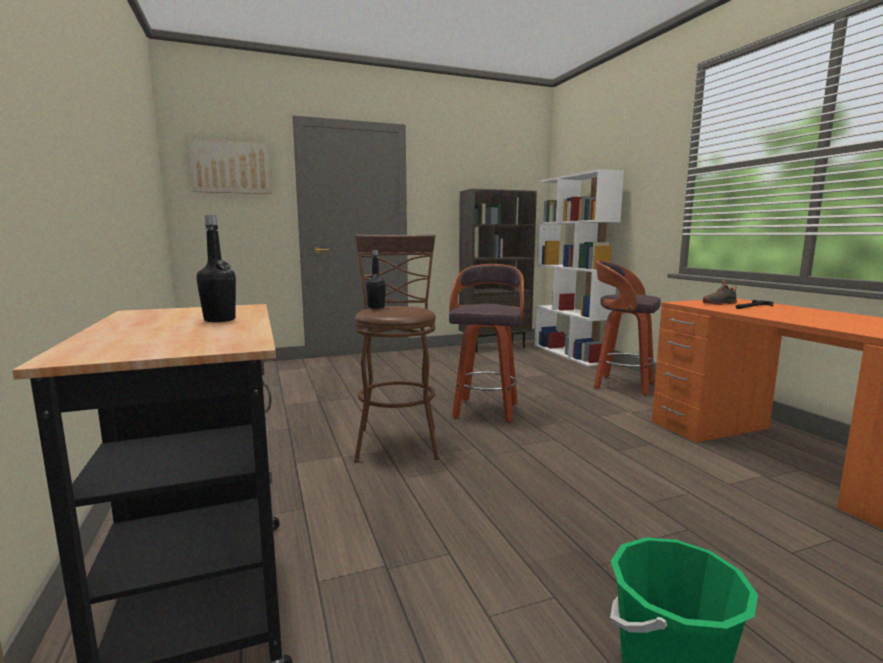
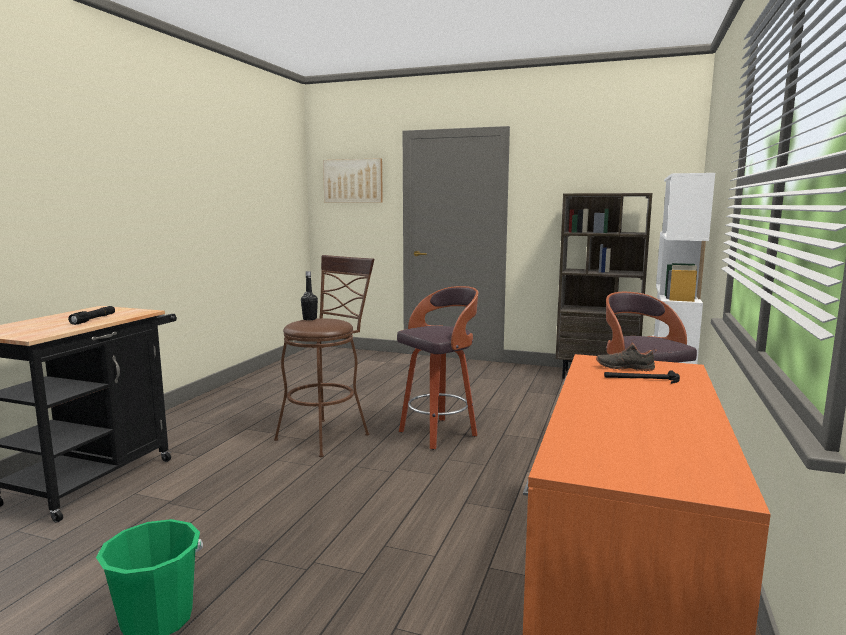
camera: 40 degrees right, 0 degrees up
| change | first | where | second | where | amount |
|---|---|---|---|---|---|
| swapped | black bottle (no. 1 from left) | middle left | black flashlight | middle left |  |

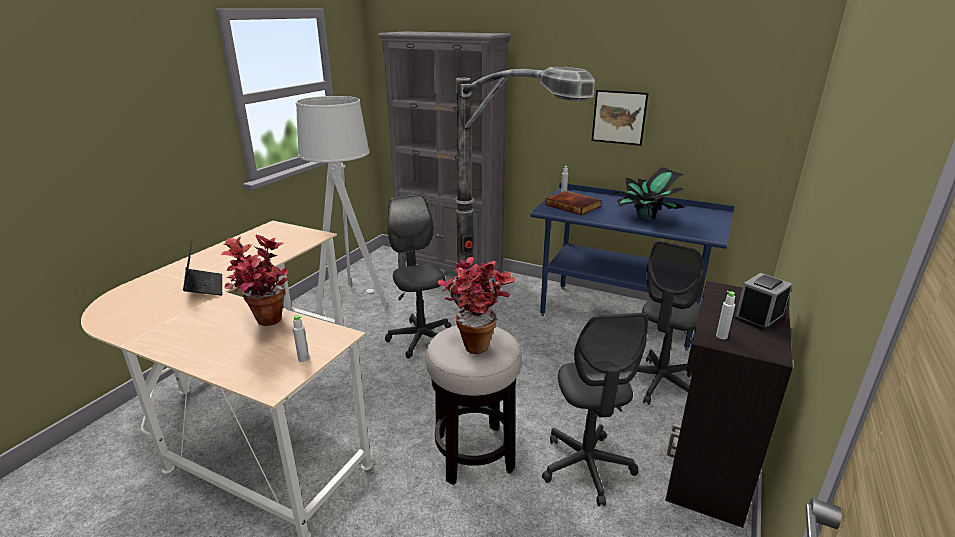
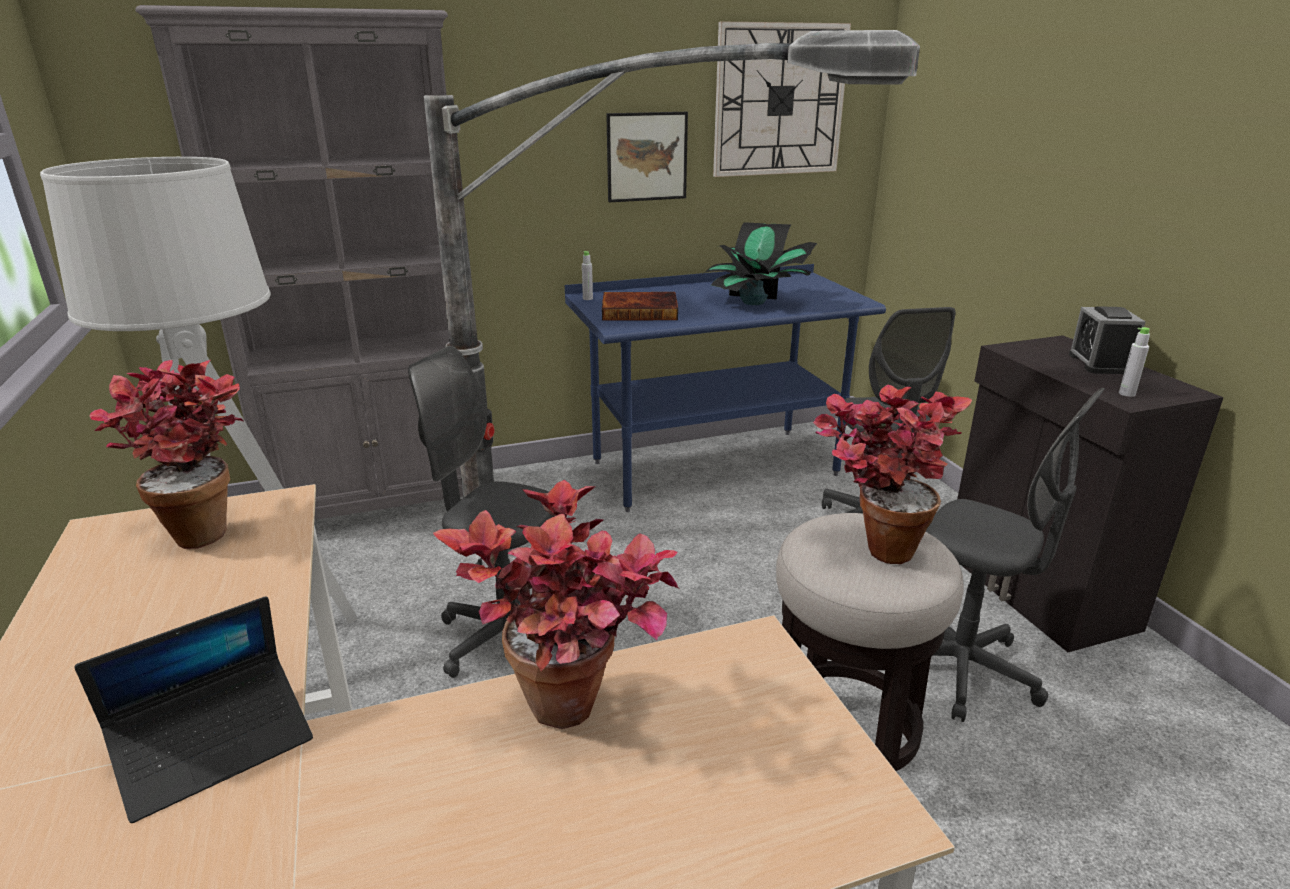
camera: 45 degrees left, 0 degrees up
| change | first | where | second | where | amount |
|---|---|---|---|---|---|
| gone | grey bottle (no. 1 from left) | middle left |  |  |  |
| new |  |  | potted plant (no. 1 from left) | middle left |  |
| new |  |  | wall clock | top centre |  |
| rotated | laptop | middle left |  | bottom left | 120 degrees clockwise |

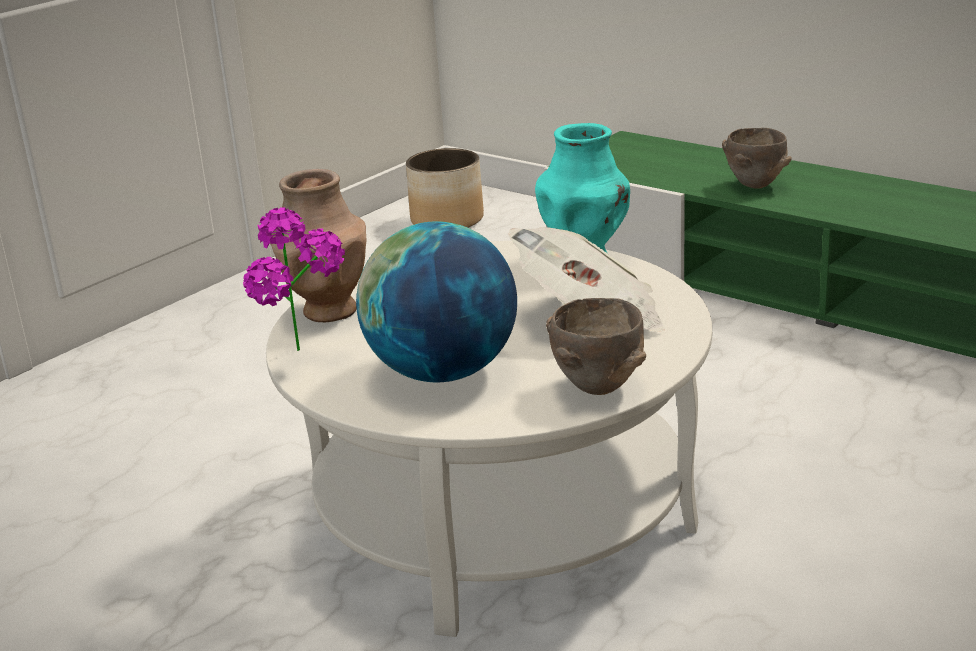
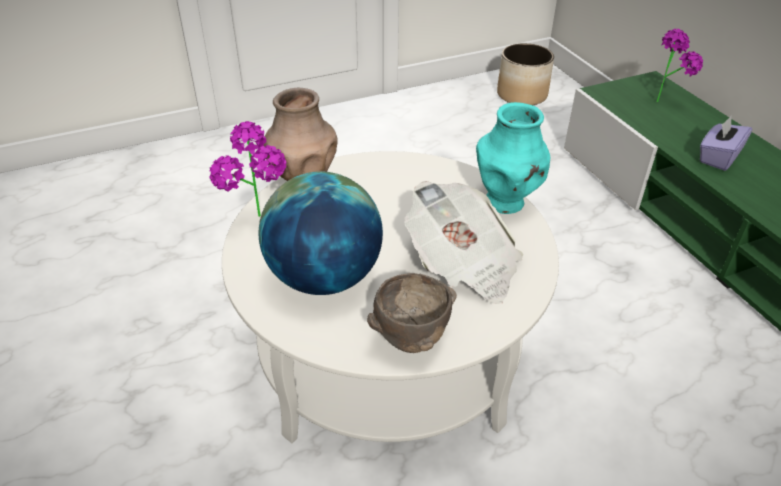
camera: 25 degrees right, 15 degrees up
| change | first | where | second | where | amount |
|---|---|---|---|---|---|
| new |  |  | potted plant (no. 2 from left) | top right |  |
| swapped | brown bowl (no. 2 from left) | top right | purple tissue box | top right |  |

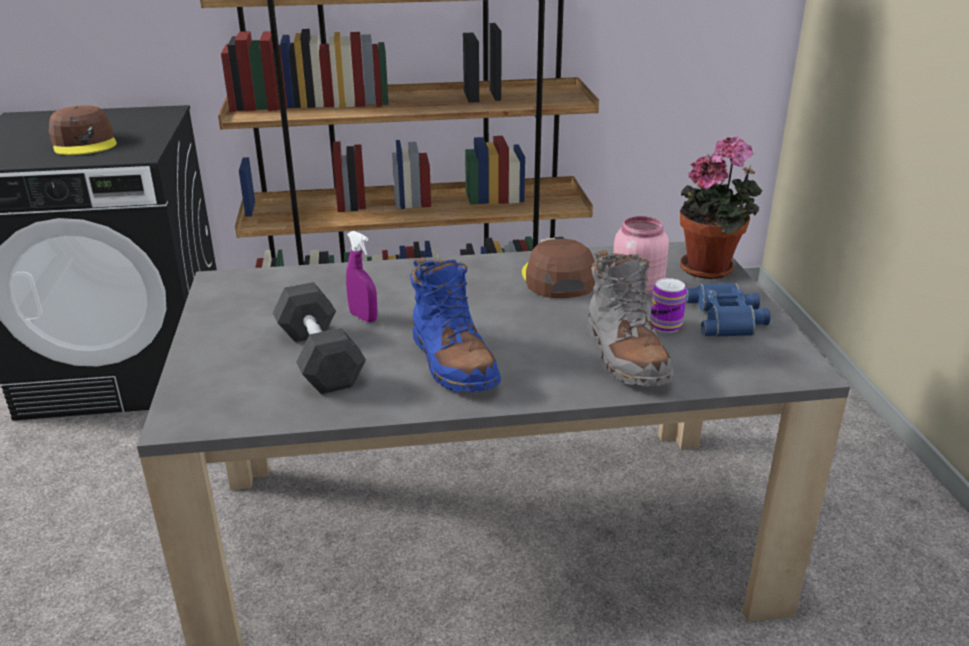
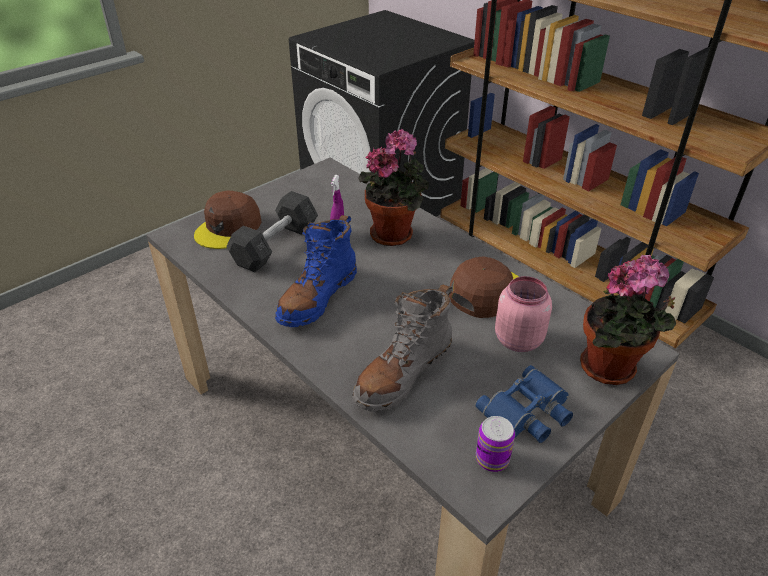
camera: 55 degrees right, 10 degrees up
| change | first | where | second | where | amount |
|---|---|---|---|---|---|
| new |  |  | potted plant (no. 1 from left) | top centre |  |
| shifted | brown cap (no. 1 from left) | top left |  | middle left |  |
| shifted | can | middle right |  | bottom centre |  |

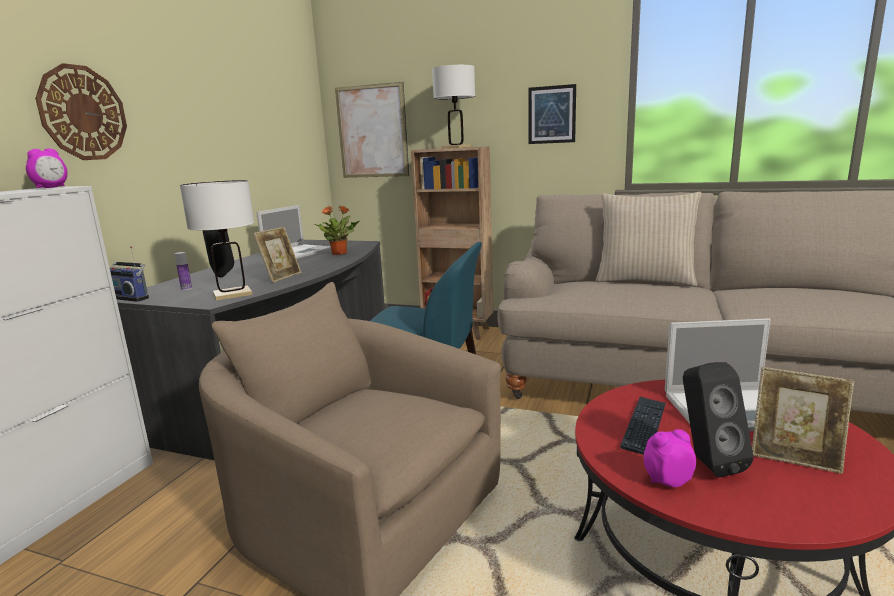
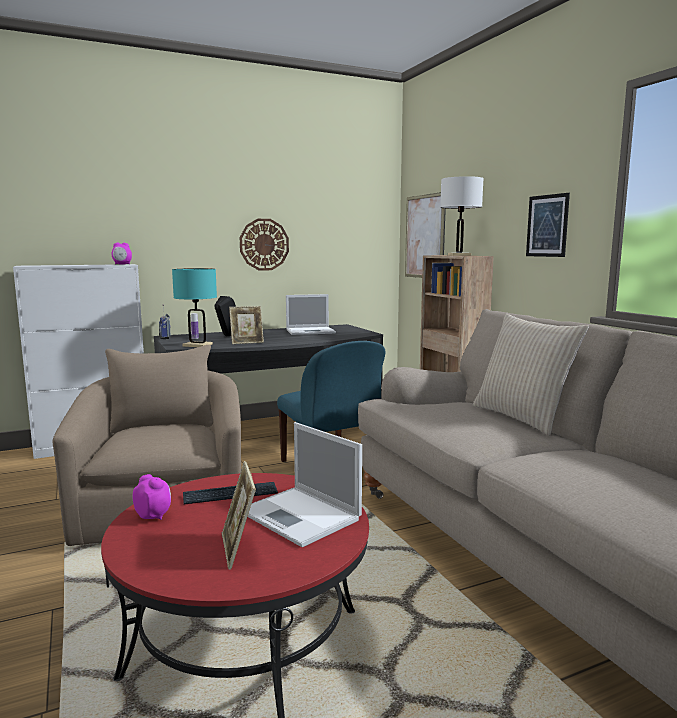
camera: 45 degrees right, 5 degrees down
| change | first | where | second | where | amount |
|---|---|---|---|---|---|
| gone | potted plant | centre |  |  |  |
| gone | black speaker (no. 2 from left) | bottom right |  |  |  |
| shifted | wall clock | top left |  | centre |  |
| repainted | white table lamp (no. 1 from left) | middle left | turquoise table lamp | middle left |  |

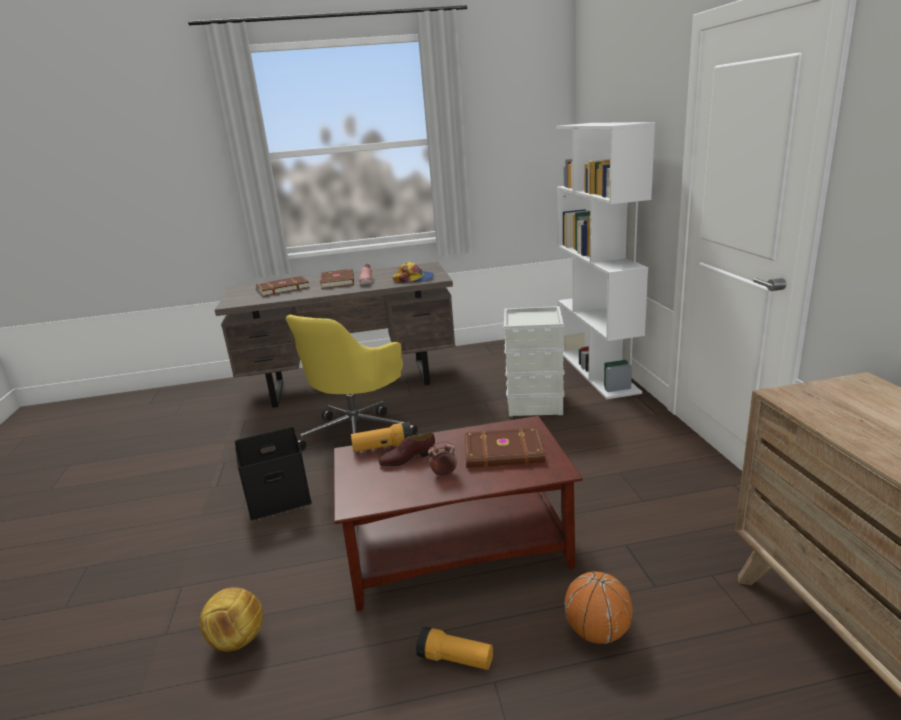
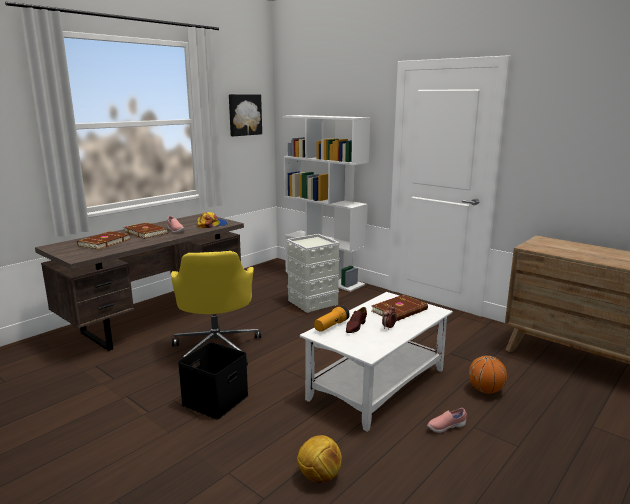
camera: 40 degrees left, 5 degrees down
| change | first | where | second | where | amount |
|---|---|---|---|---|---|
| new |  |  | picture | top centre |  |
| swapped | flashlight (no. 2 from left) | bottom centre | pink shoe (no. 2 from left) | bottom right |  |
| repainted | brown coffee table | bottom centre | white coffee table | bottom centre |  |

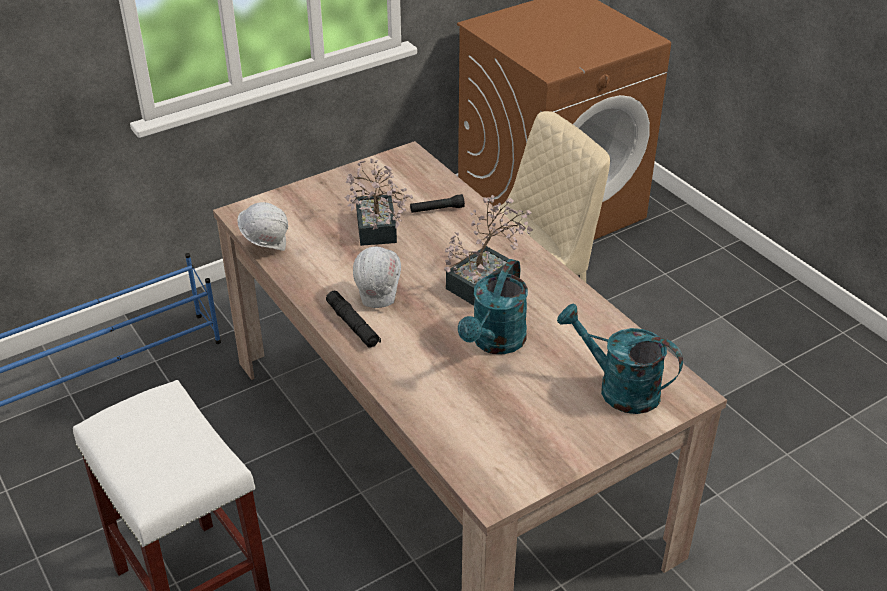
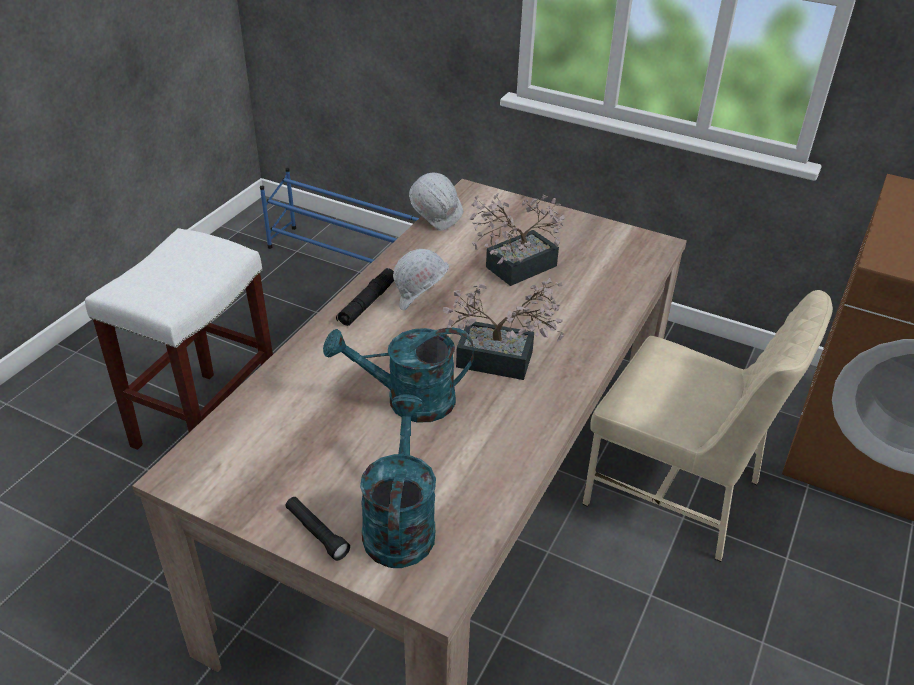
camera: 60 degrees right, 0 degrees up
| change | first | where | second | where | amount |
|---|---|---|---|---|---|
| shifted | black flashlight (no. 2 from left in the first image) | centre | black flashlight (no. 1 from left) | bottom centre |  |

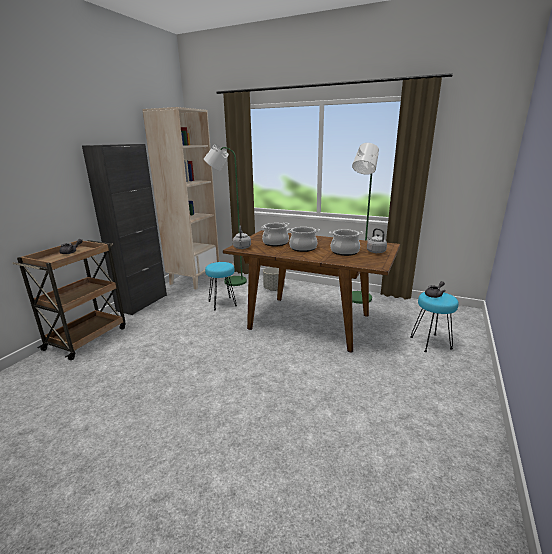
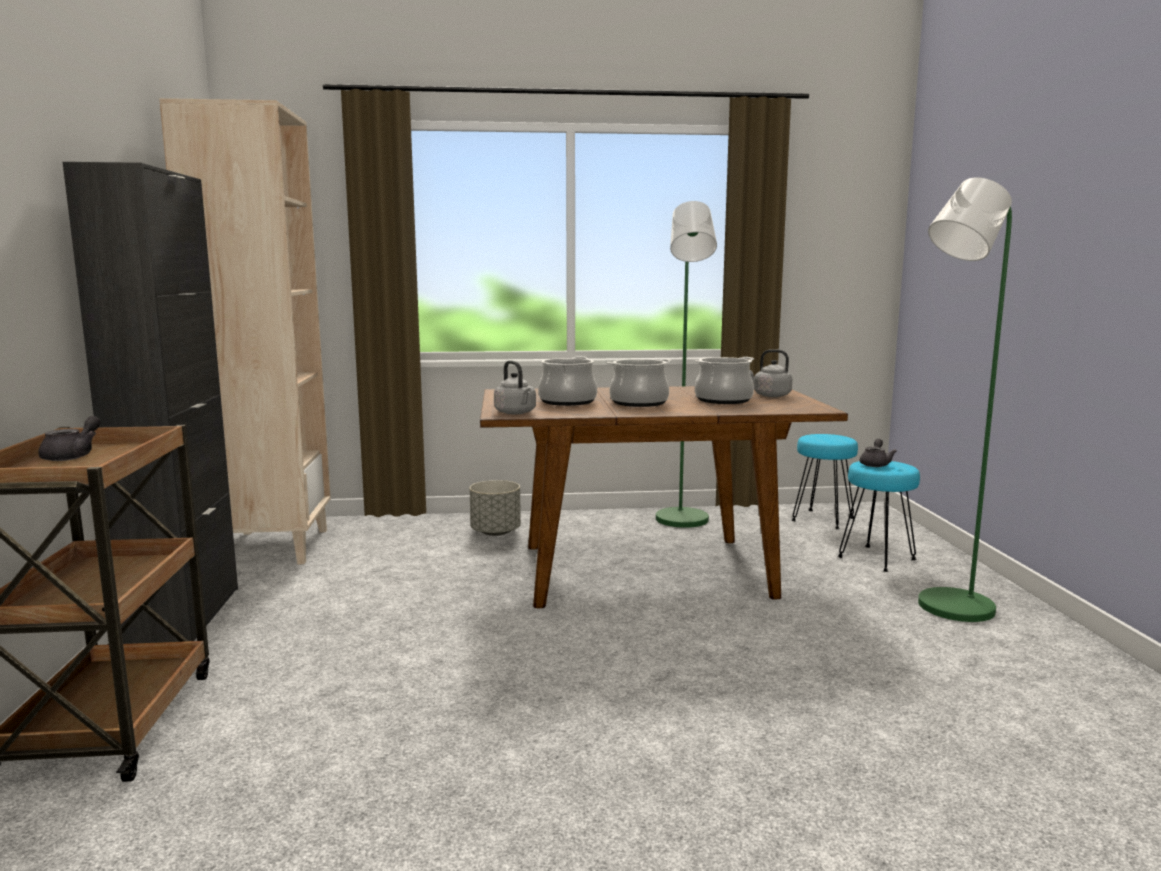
camera: 30 degrees left, 10 degrees down
| change | first | where | second | where | amount |
|---|---|---|---|---|---|
| shifted | green floor lamp (no. 1 from left in the first image) | centre | green floor lamp (no. 2 from left) | middle right |  |
| shifted | turquoise stool (no. 1 from left) | centre |  | middle right |  |

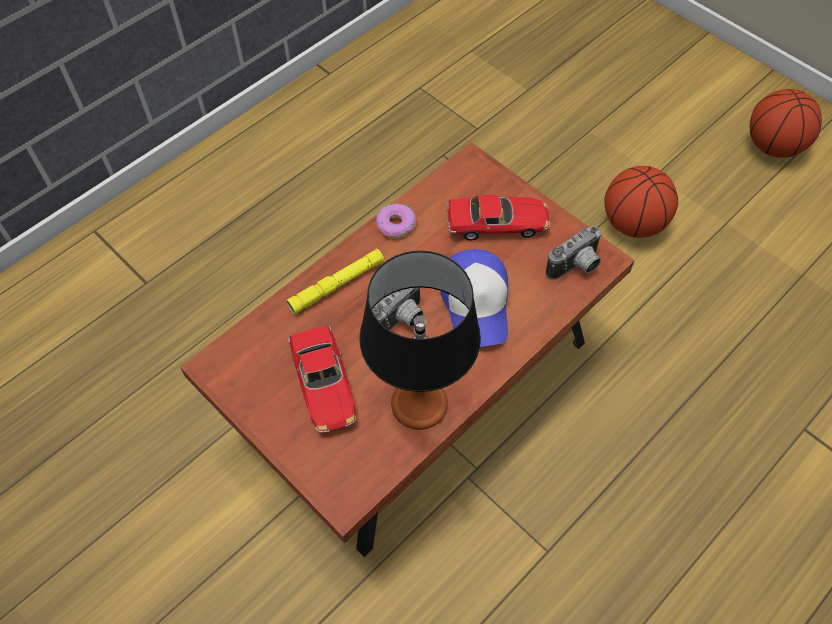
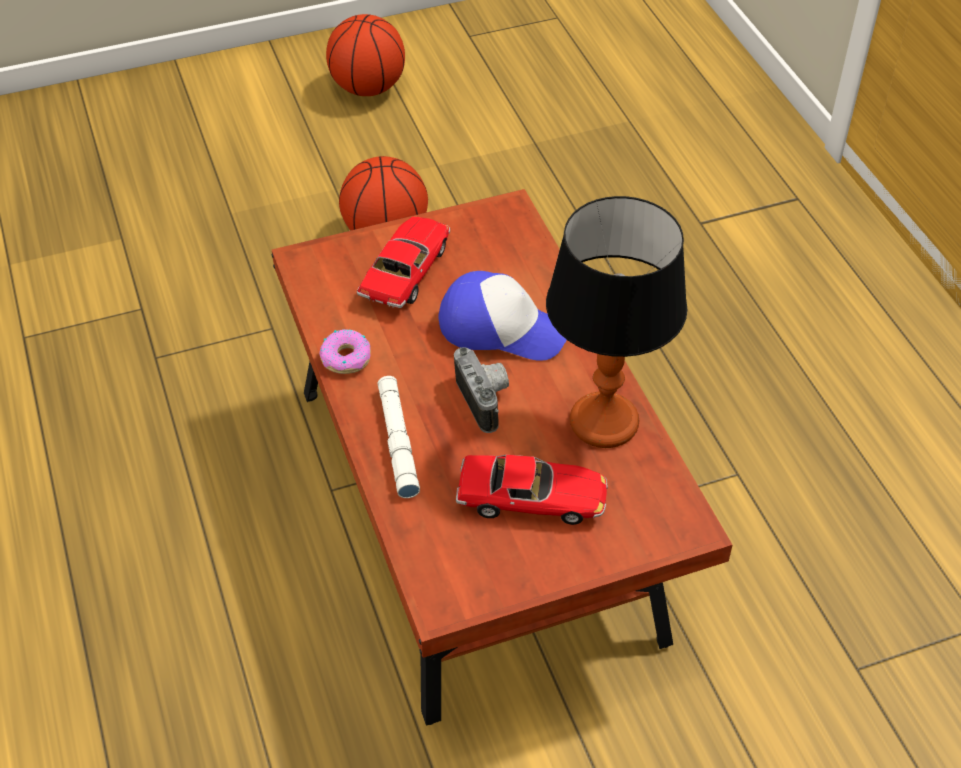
camera: 65 degrees left, 10 degrees down
| change | first | where | second | where | amount |
|---|---|---|---|---|---|
| gone | photo camera (no. 2 from left) | middle right |  |  |  |
| repainted | yellow flashlight | centre | white flashlight | centre |  |

